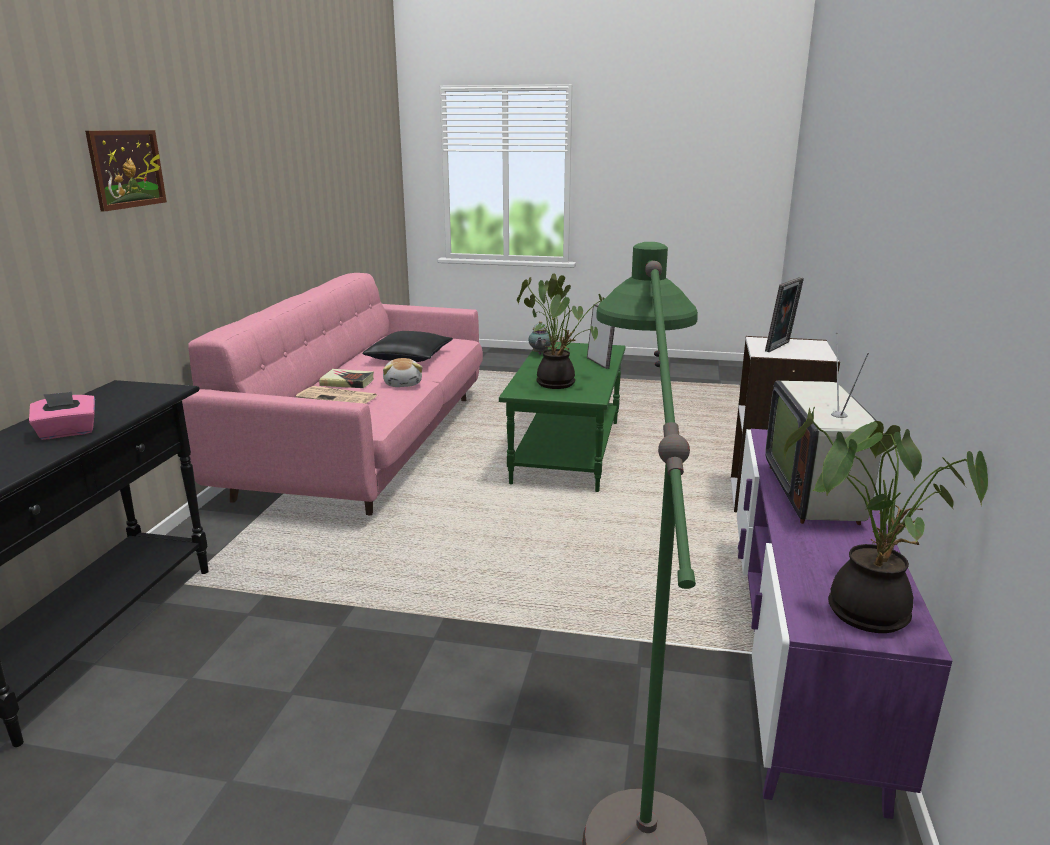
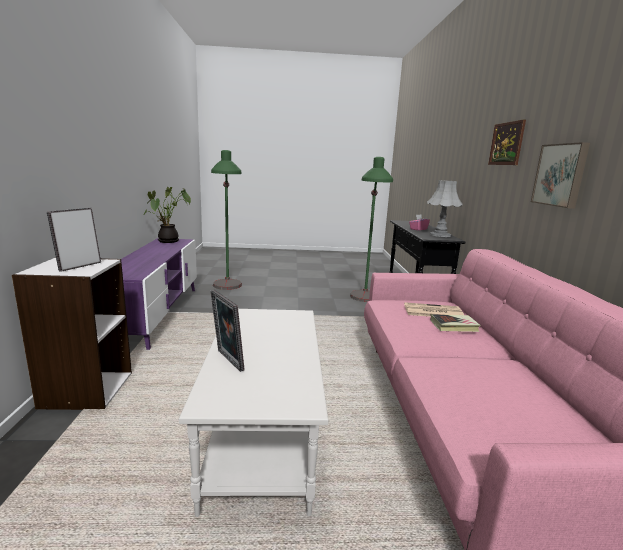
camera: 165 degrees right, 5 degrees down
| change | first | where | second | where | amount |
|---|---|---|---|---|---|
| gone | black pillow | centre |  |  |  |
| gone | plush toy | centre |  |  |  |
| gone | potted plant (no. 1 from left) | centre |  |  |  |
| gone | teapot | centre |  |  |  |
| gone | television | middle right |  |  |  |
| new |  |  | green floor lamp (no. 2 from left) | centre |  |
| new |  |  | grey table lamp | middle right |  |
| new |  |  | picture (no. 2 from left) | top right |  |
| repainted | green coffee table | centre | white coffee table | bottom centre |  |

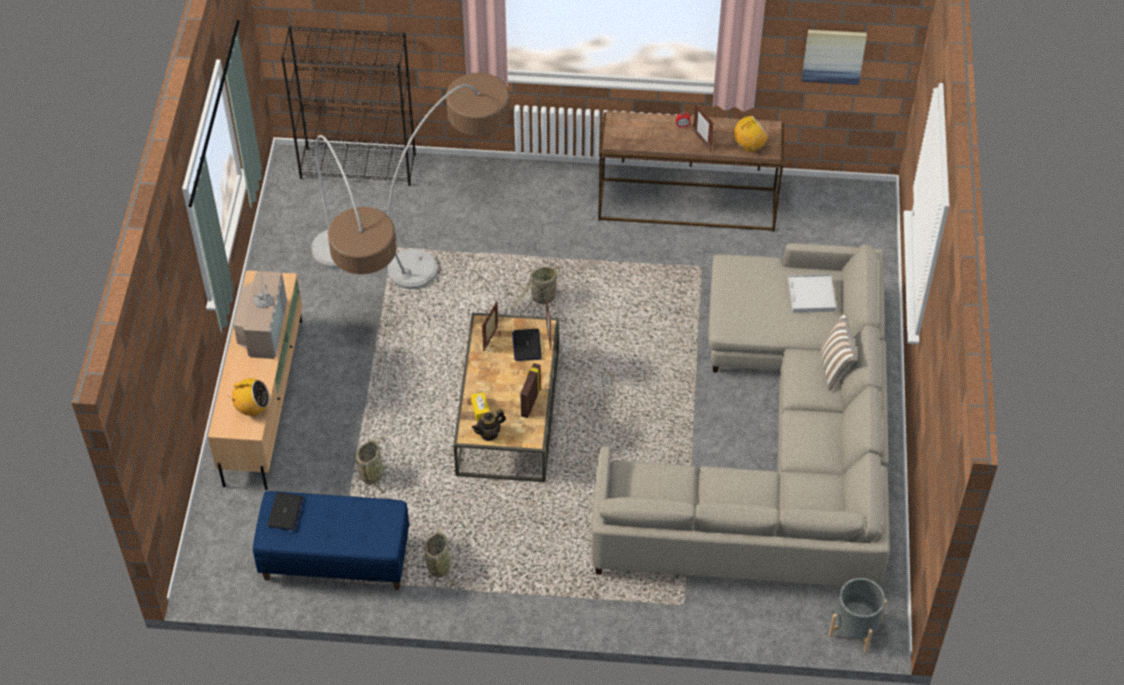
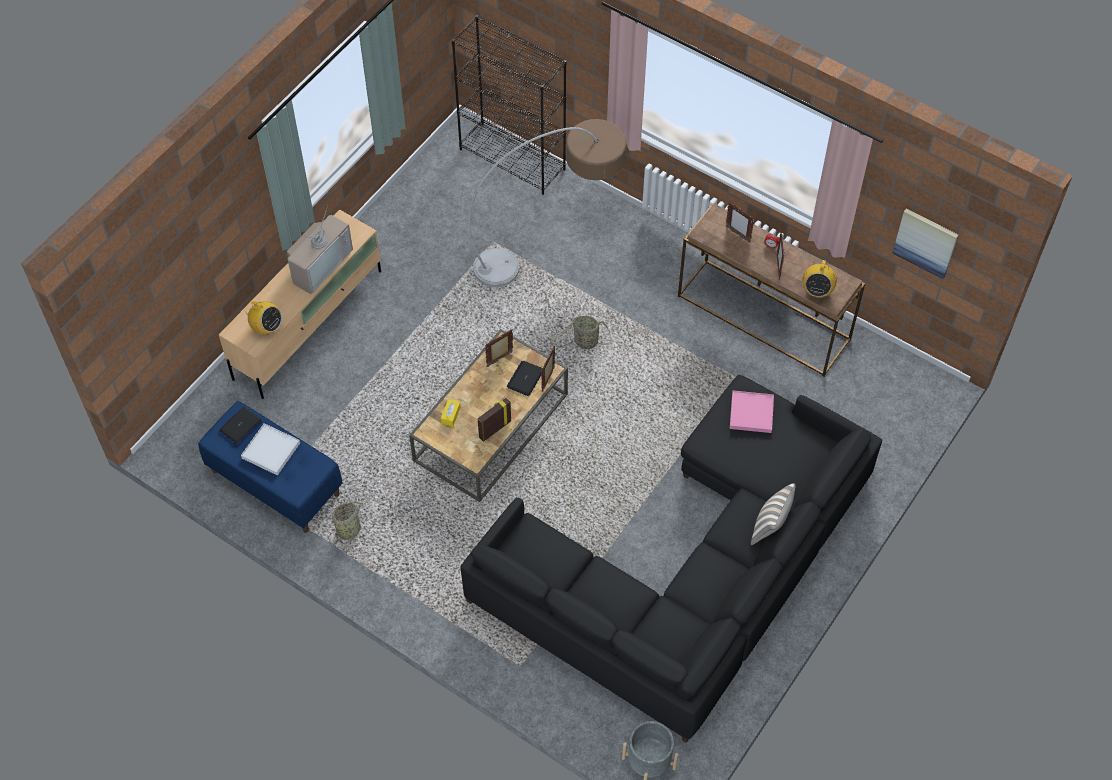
camera: 30 degrees right, 5 degrees up
| change | first | where | second | where | amount |
|---|---|---|---|---|---|
| gone | floor lamp (no. 1 from left) | top left |  |  |  |
| gone | basket (no. 1 from left) | bottom left |  |  |  |
| gone | teapot | centre |  |  |  |
| new |  |  | picture frame (no. 4 from left) | top centre |  |
| new |  |  | pink tray | middle right |  |
| shifted | white tray | middle right |  | middle left |  |
| repainted | beige sofa | centre | black sofa | bottom centre |  |
| rotated | radio (no. 2 from left) | top right |  | middle right | 105 degrees clockwise |

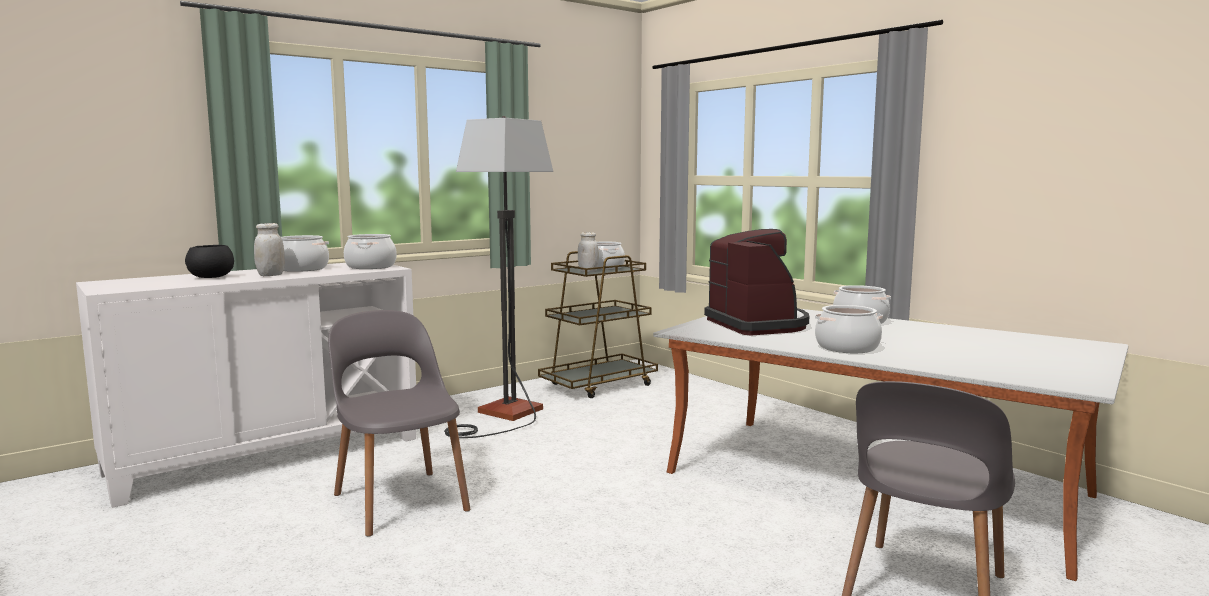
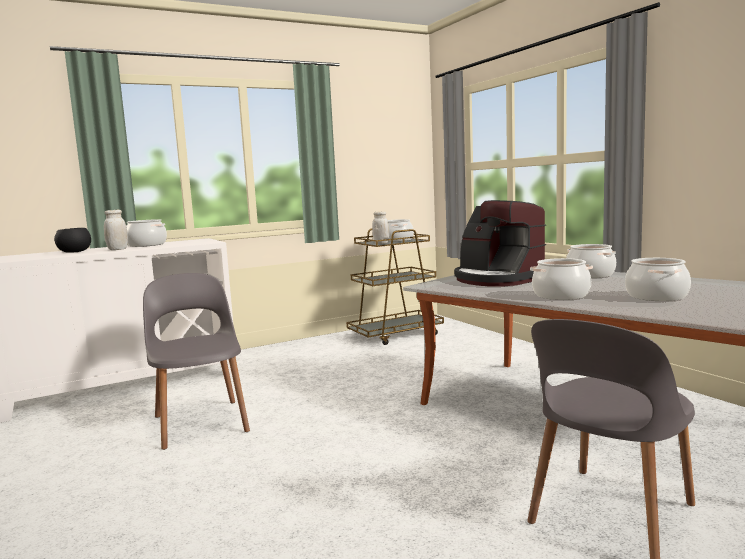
camera: 10 degrees right, 0 degrees up
| change | first | where | second | where | amount |
|---|---|---|---|---|---|
| gone | floor lamp | centre |  |  |  |
| shifted | cooking pot (no. 2 from left in the first image) | middle left | cooking pot (no. 5 from left) | middle right |  |
| rotated | coffee machine | centre |  | middle right | 150 degrees clockwise |

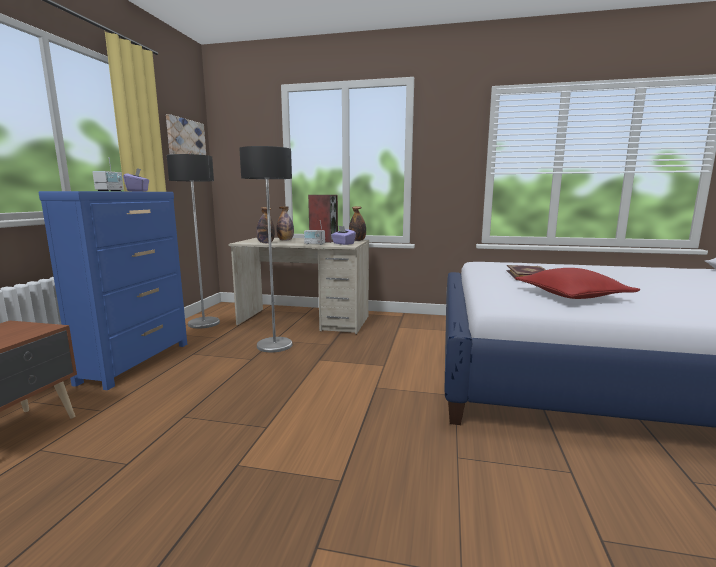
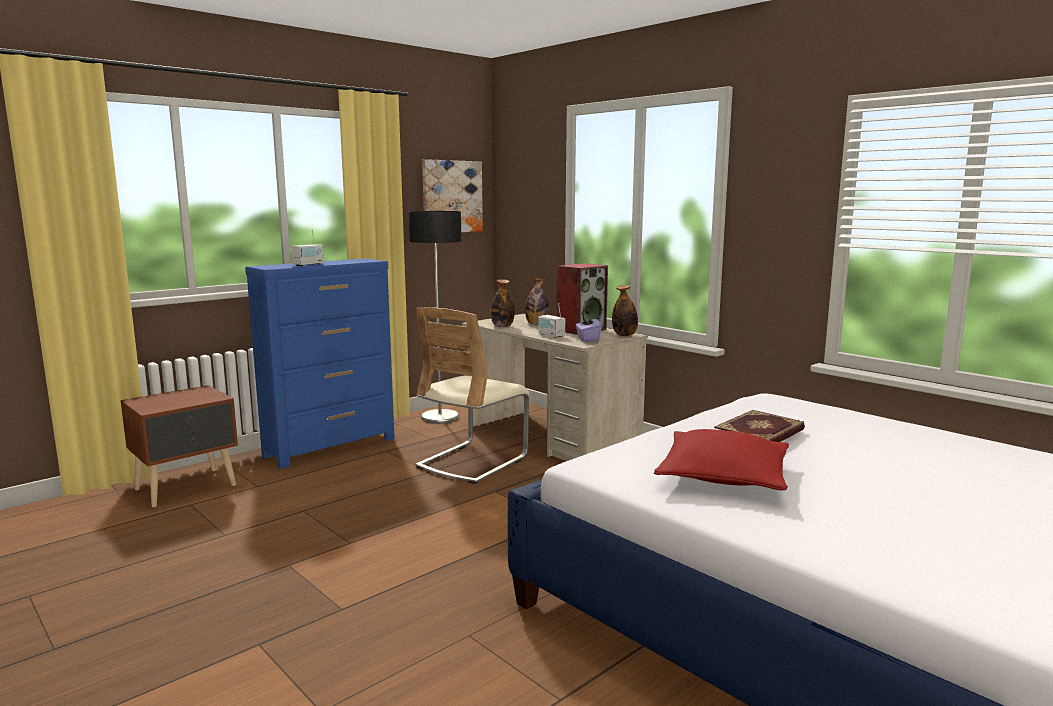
camera: 35 degrees right, 0 degrees up
| change | first | where | second | where | amount |
|---|---|---|---|---|---|
| gone | purple tissue box (no. 1 from left) | top left |  |  |  |
| swapped | floor lamp (no. 2 from left) | centre | beige chair | centre |  |

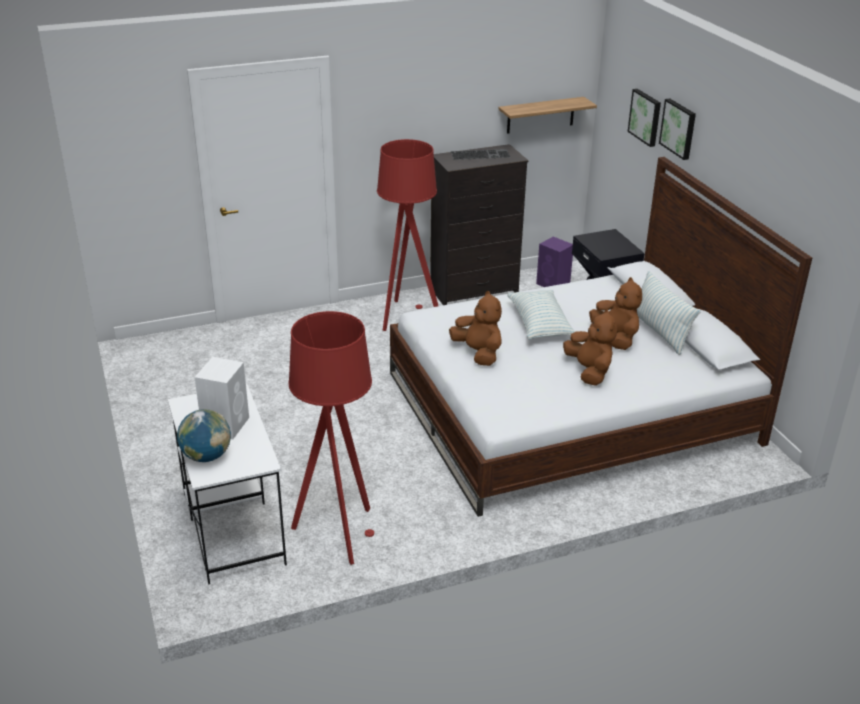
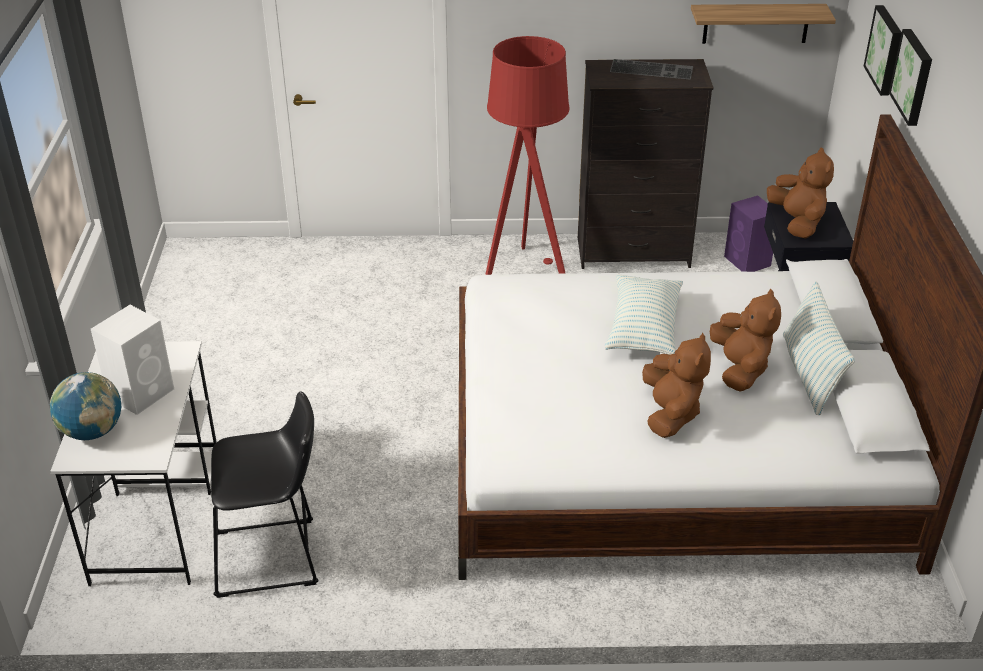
camera: 20 degrees right, 5 degrees up
| change | first | where | second | where | amount |
|---|---|---|---|---|---|
| shifted | brown plush toy (no. 1 from left in the first image) | centre | brown plush toy (no. 3 from left) | top right |  |
| swapped | red floor lamp (no. 1 from left) | centre | black stool | bottom left |  |

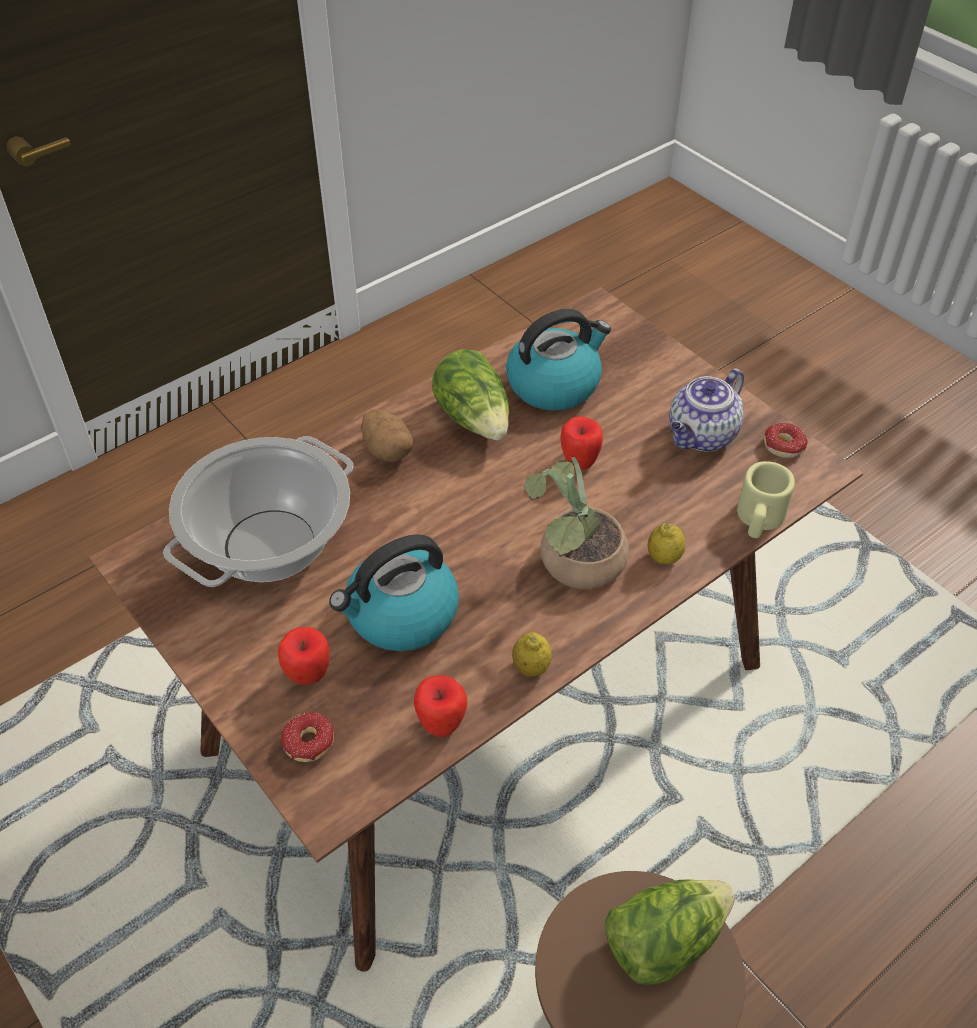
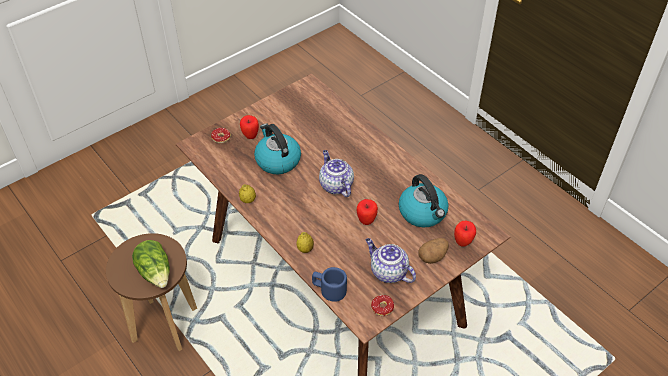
camera: 90 degrees right, 0 degrees up
| change | first | where | second | where | amount |
|---|---|---|---|---|---|
| gone | cooking pot | middle left |  |  |  |
| gone | lettuce (no. 1 from left) | centre |  |  |  |
| gone | potted plant | centre |  |  |  |
| new |  |  | teapot (no. 1 from left) | centre |  |
| shifted | potato | centre |  | bottom centre |  |
| shifted | apple (no. 2 from left in the first image) | bottom centre | apple (no. 3 from left) | middle right |  |
| repainted | beige mug | middle right | blue mug | bottom centre |  |

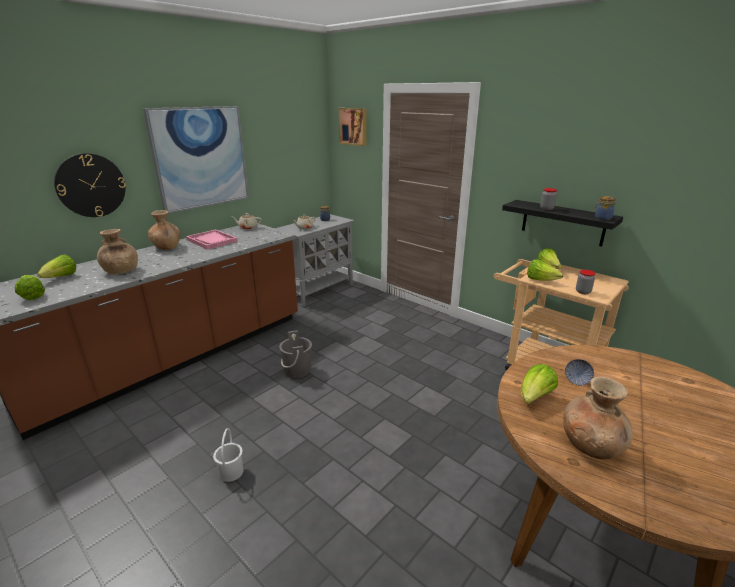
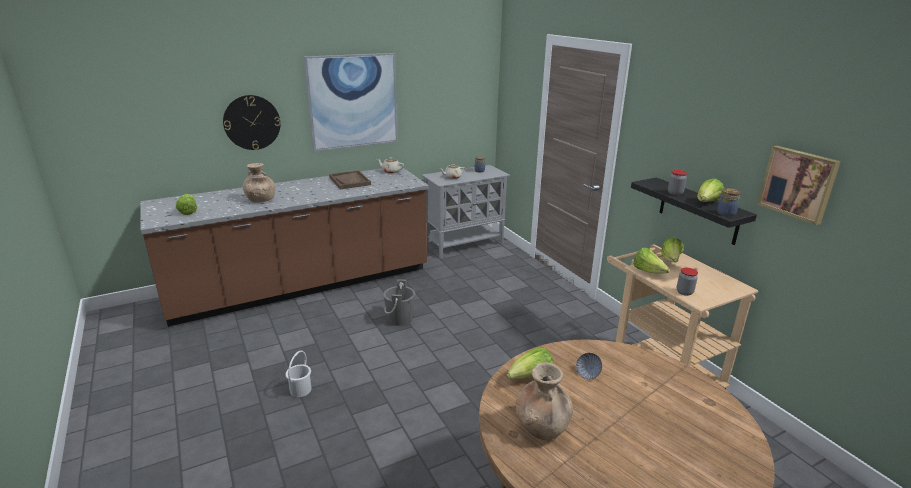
camera: 20 degrees right, 0 degrees up
| change | first | where | second | where | amount |
|---|---|---|---|---|---|
| gone | brown vase (no. 2 from left) | middle left |  |  |  |
| shifted | lettuce (no. 2 from left in the first image) | middle left | lettuce (no. 5 from left) | middle right |  |
| shifted | picture (no. 2 from left) | top centre |  | middle right |  |
| repainted | pink tray | middle left | brown tray | centre |  |

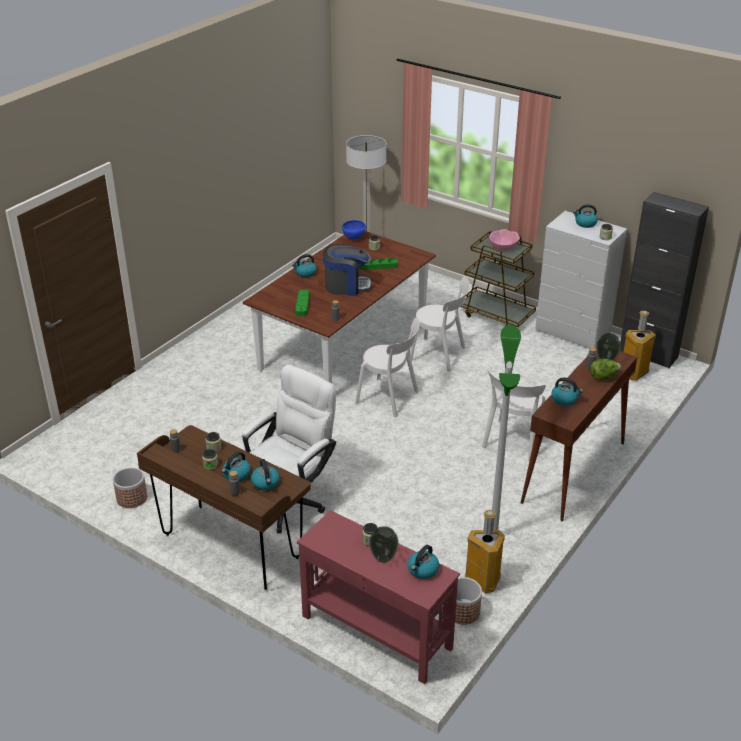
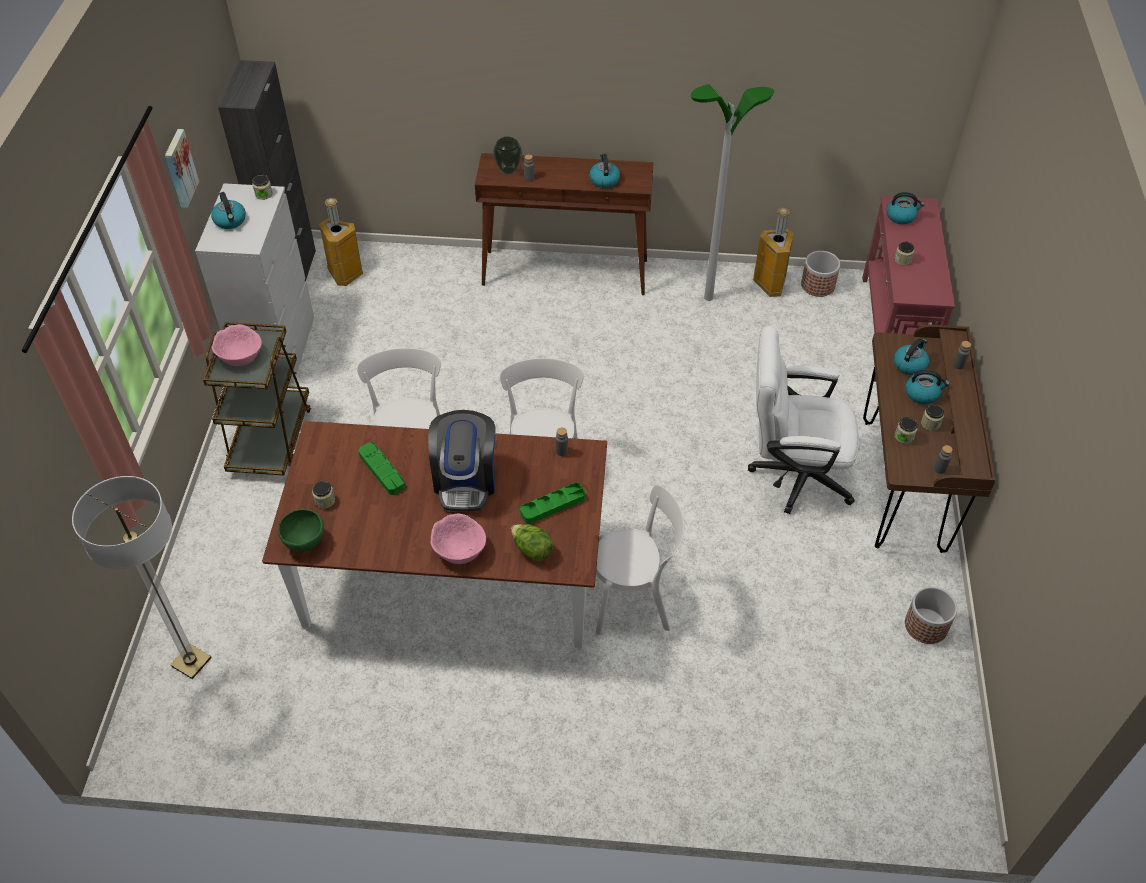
camera: 120 degrees left, 15 degrees up
| change | first | where | second | where | amount |
|---|---|---|---|---|---|
| gone | vase (no. 1 from left) | bottom centre |  |  |  |
| new |  |  | picture | top left |  |
| shifted | white chair (no. 3 from left) | middle right |  | centre |  |
| shifted | lettuce | middle right |  | centre |  |
| swapped | kettle (no. 3 from left) | centre | pink bowl (no. 2 from left) | centre |  |
| repainted | blue bowl | top centre | green bowl | middle left |  |
| rotated | coffee machine | centre |  | centre | 150 degrees counterclockwise |

